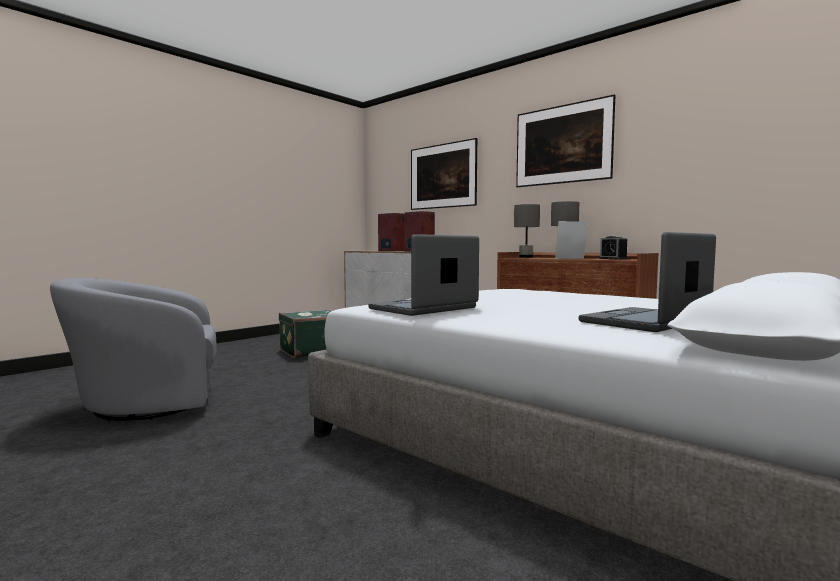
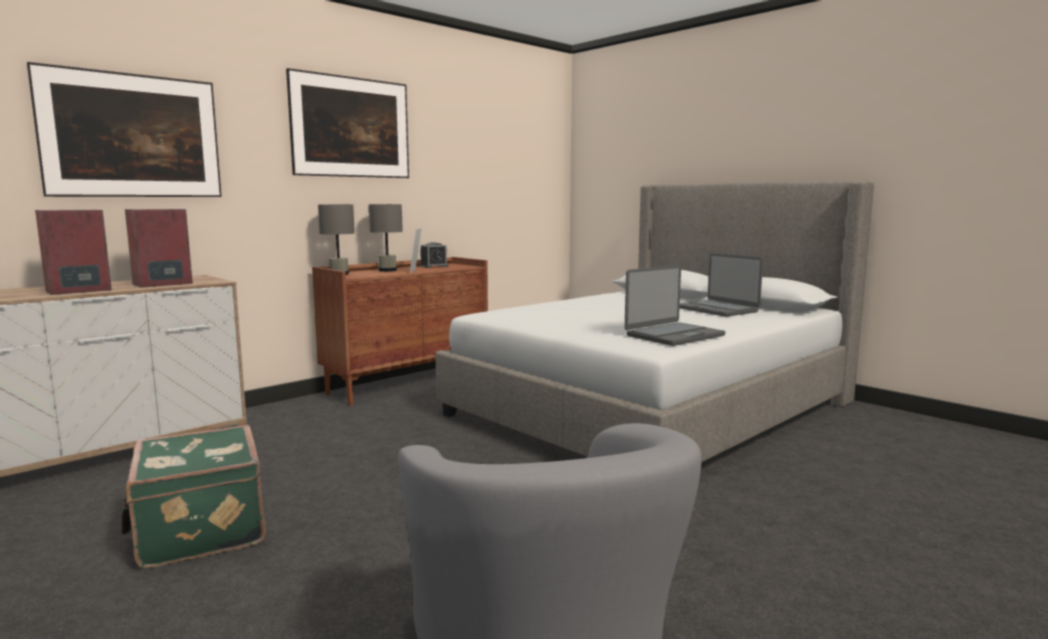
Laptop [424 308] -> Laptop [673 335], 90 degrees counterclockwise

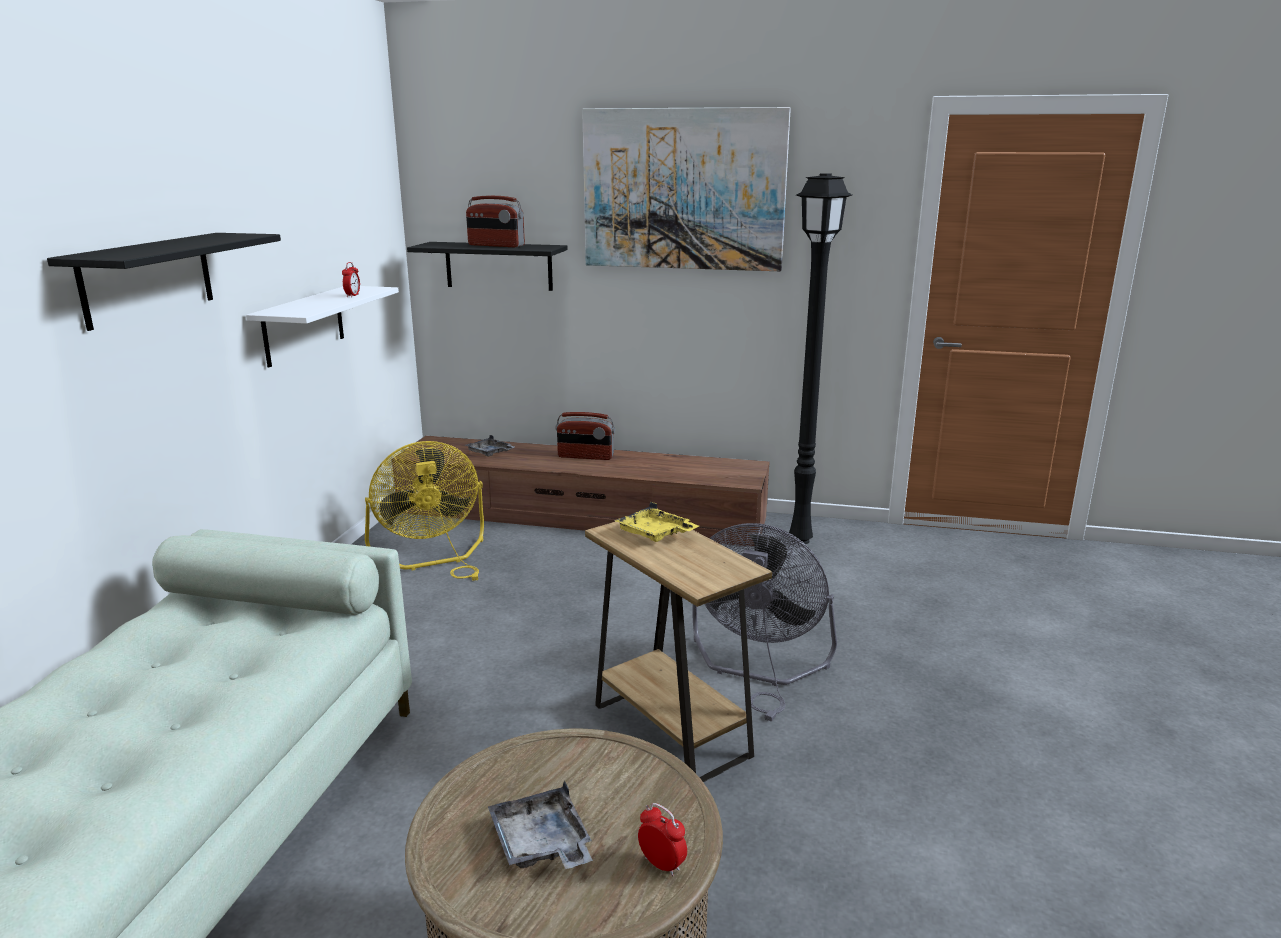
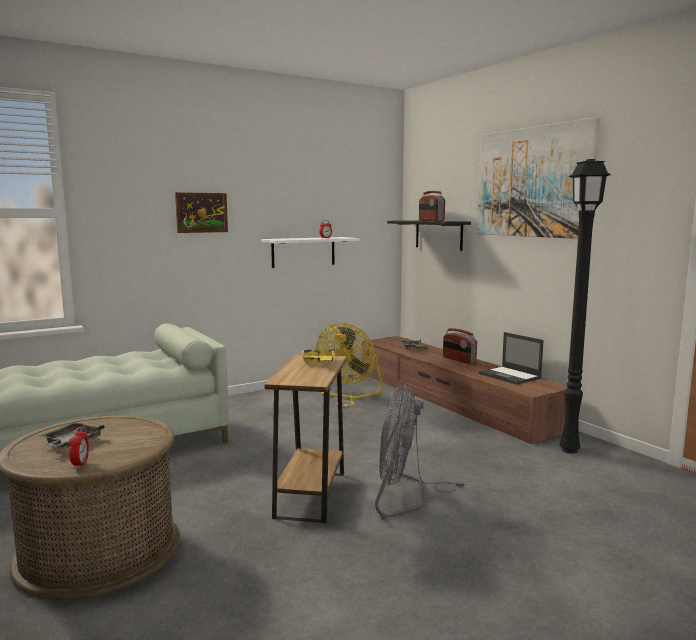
BlackishShelf [148 279] -> Picture [201 212]
GrayFan [757 669] -> GrayFan [406 493], 150 degrees counterclockwise
none -> Laptop [510 376]

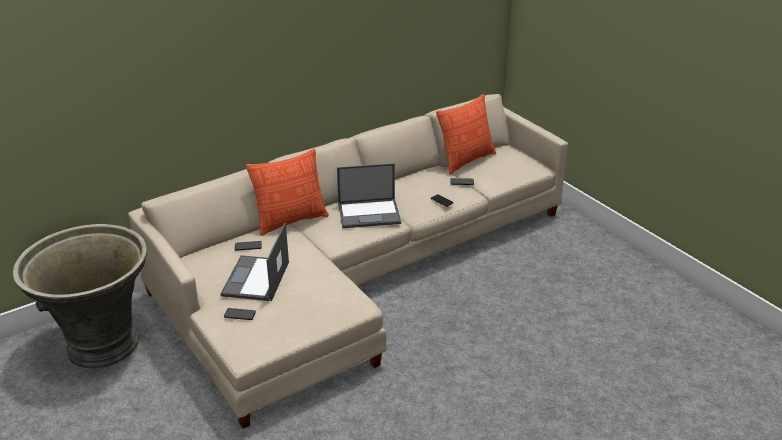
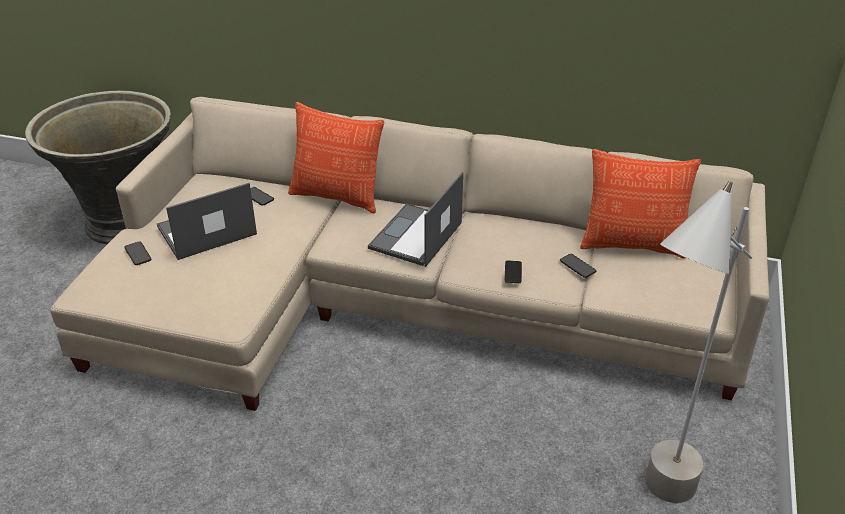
Laptop [370 213] -> Laptop [415 236], 75 degrees clockwise
none -> GrayFloorLamp [650 509]

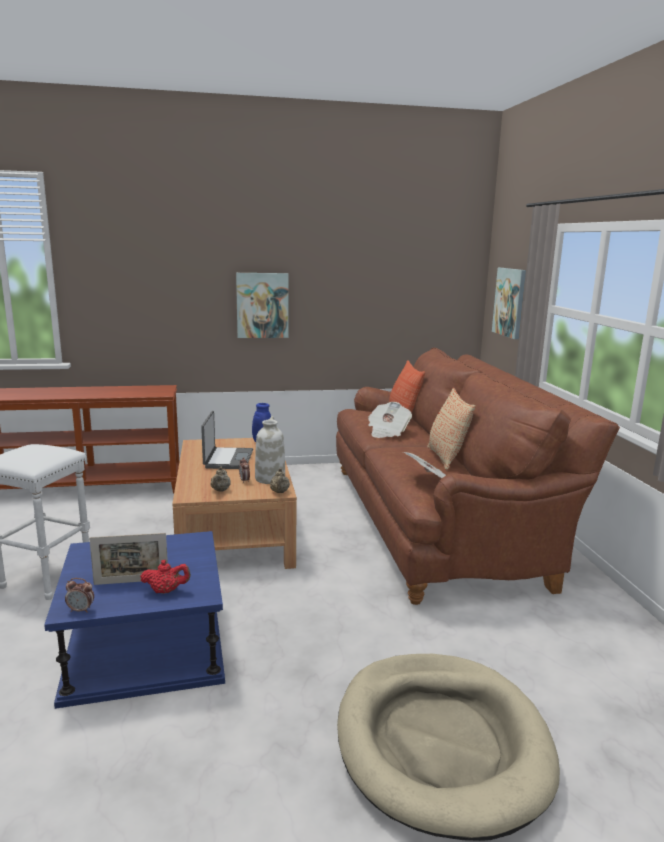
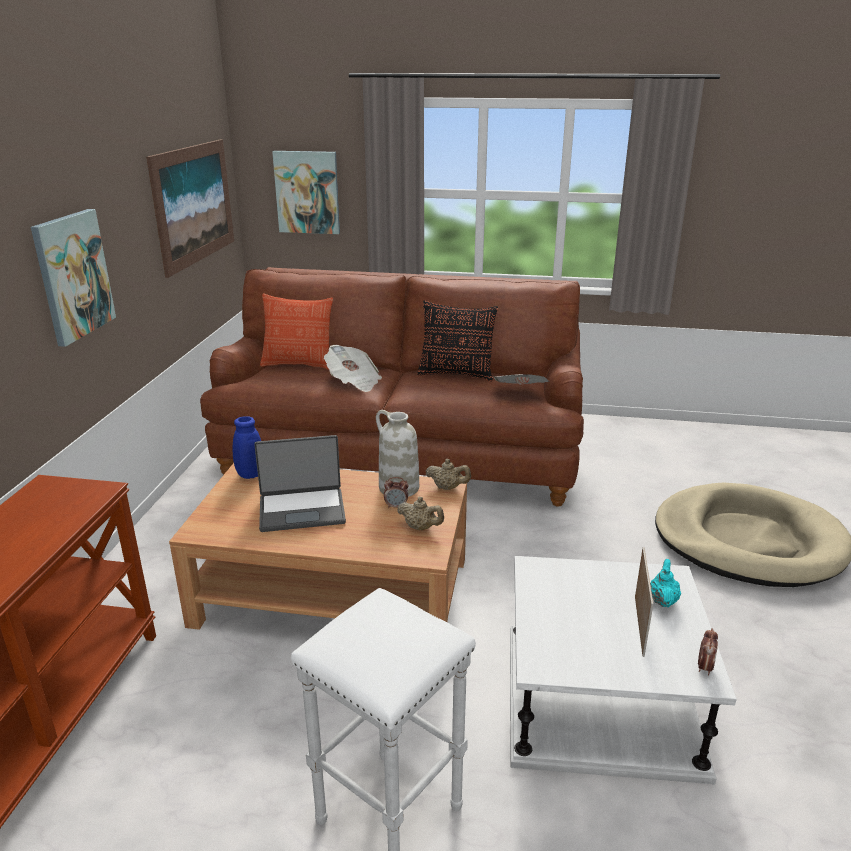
none -> Picture [194 204]
Laptop [227 459] -> Laptop [302 510], 150 degrees clockwise
BeigeColouredCushion [446 458] -> BlackishCushion [456 374]
BlueAccentTable [146 645] -> WhiteAccentTable [599 698]
RedTeaPot [166 591] -> TurquoiseTeaPot [662 600]

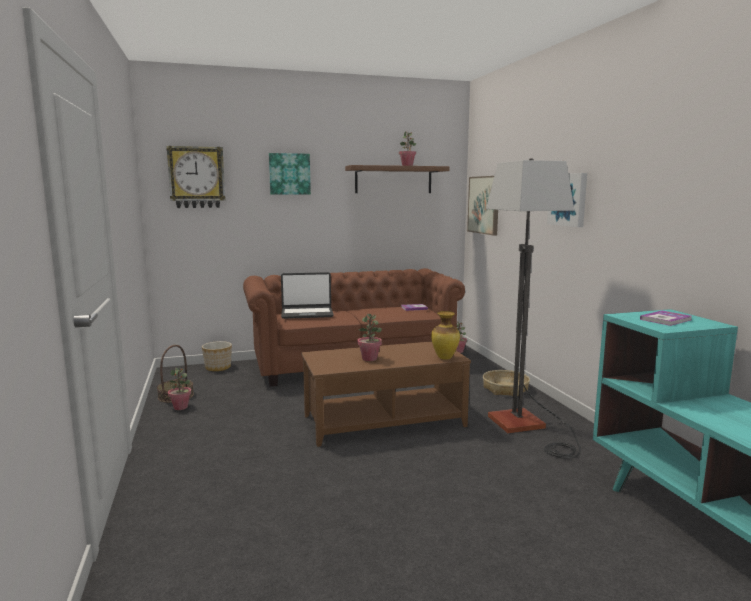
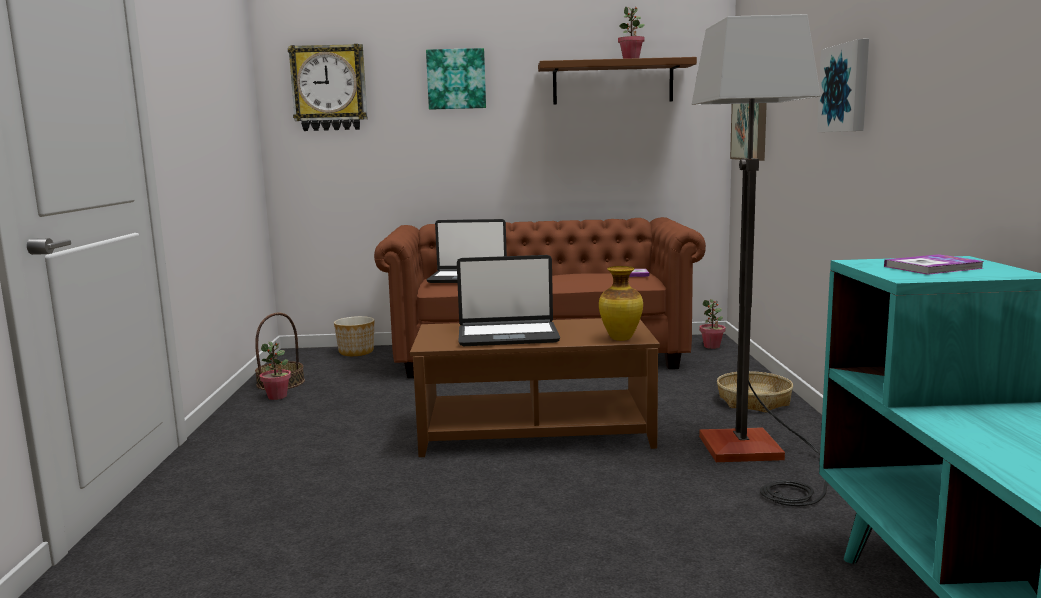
PottedPlant [369 359] -> Laptop [508 335]

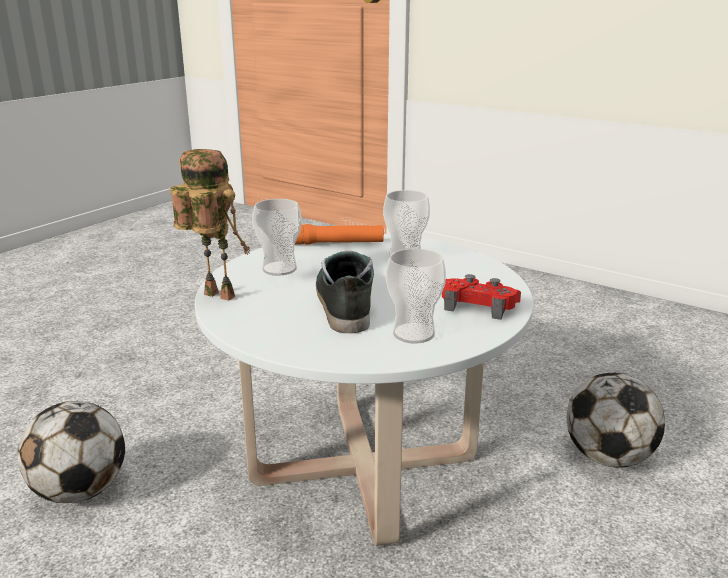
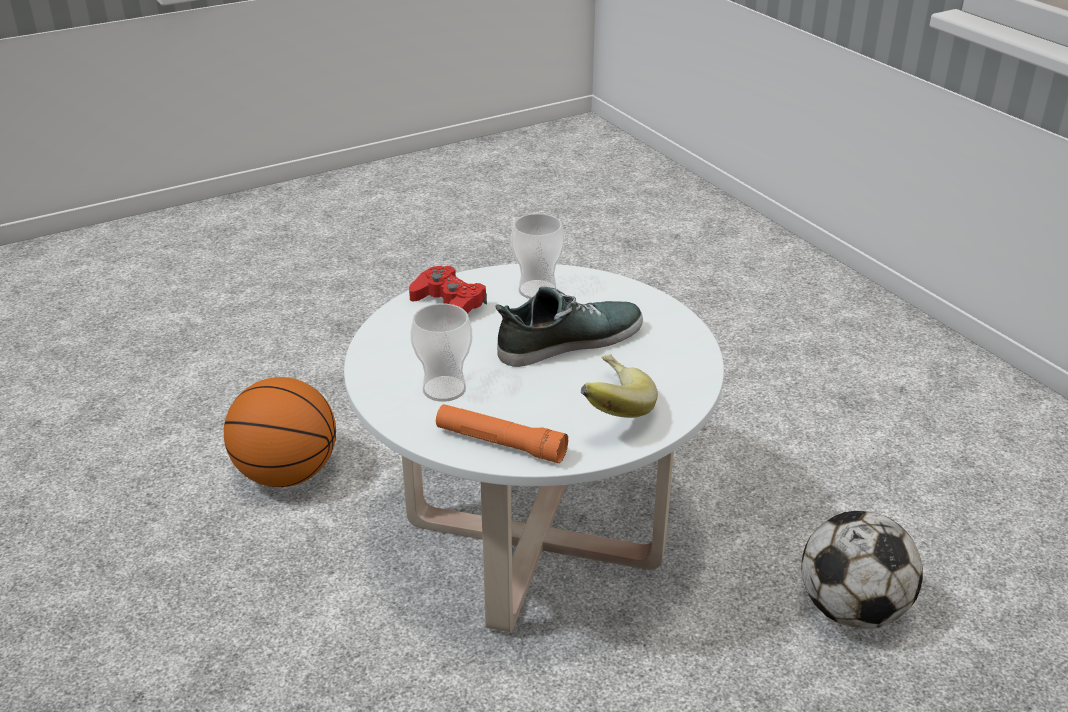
Football [608 457] -> BasketballBall [287 474]
ItemOfFootwear [343 300] -> ItemOfFootwear [568 340], 135 degrees counterclockwise
DrinkingCup [279 269] -> BananaFruit [608 409]
ModelRobot [214 296] -> none

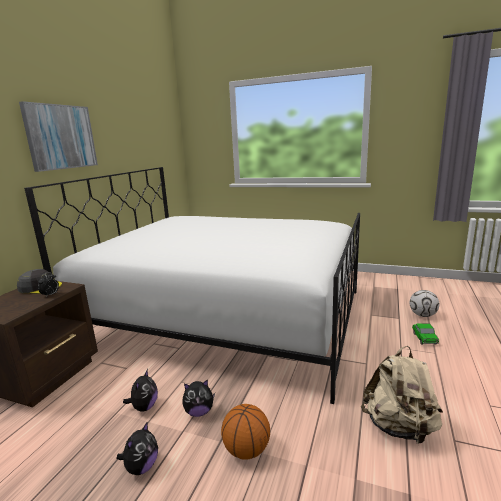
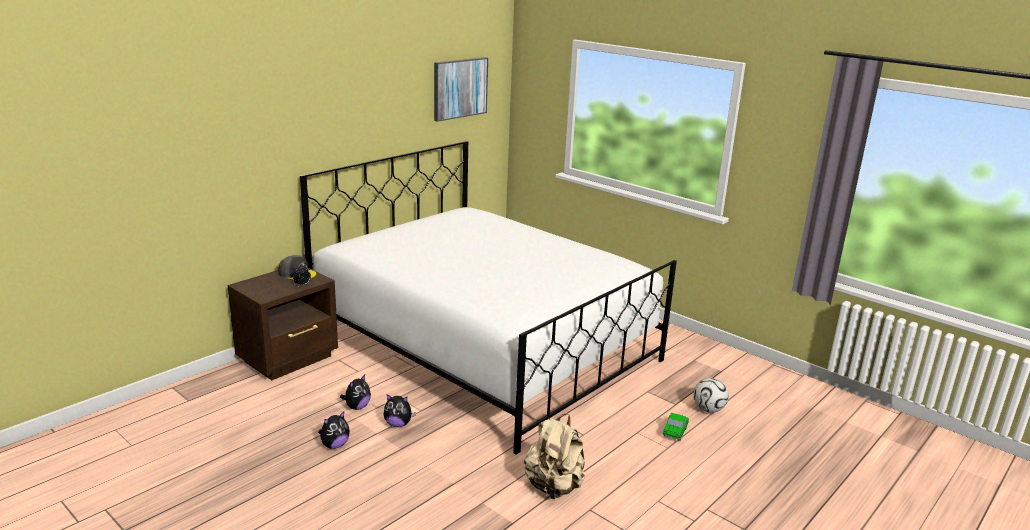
Picture [61 137] -> Picture [460 88], move
BasketballBall [246 450] -> none

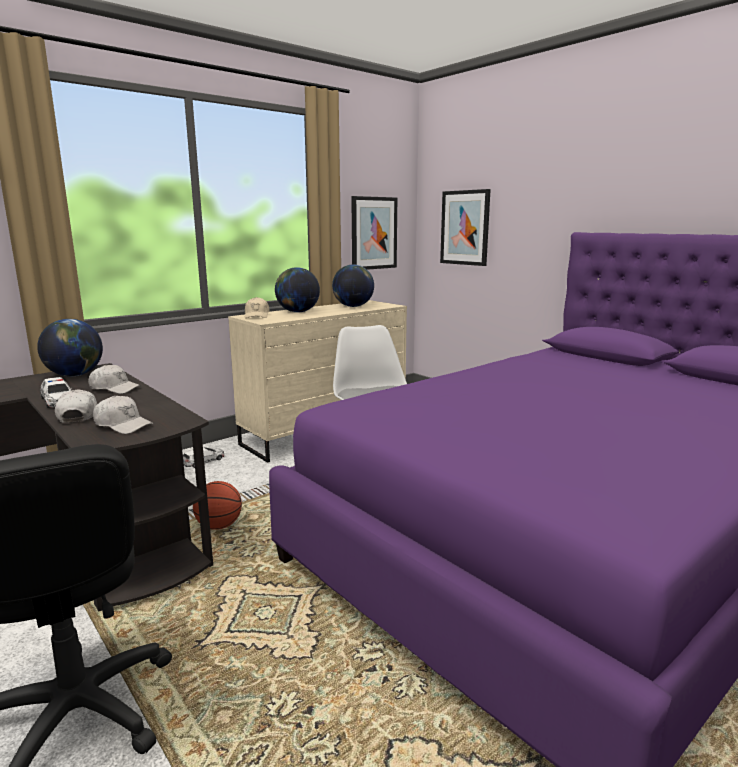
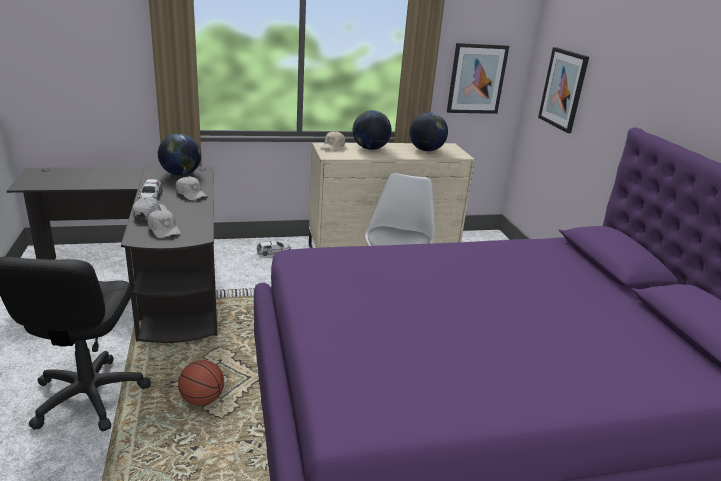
BasketballBall [219 526] -> BasketballBall [202 400], move

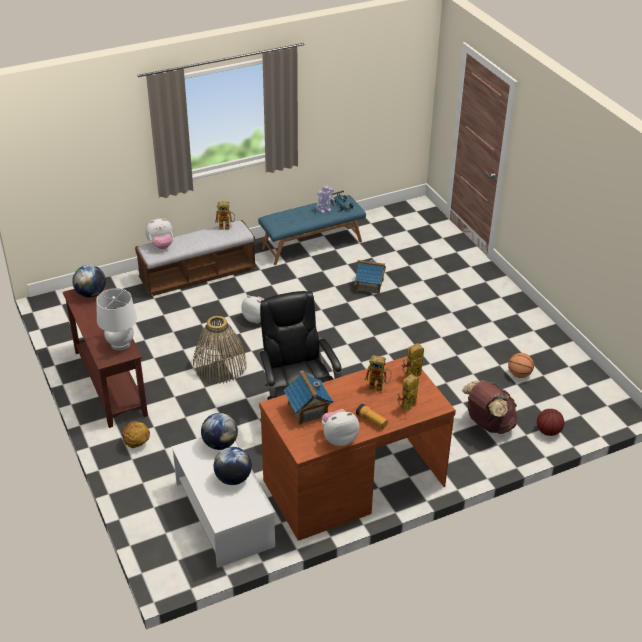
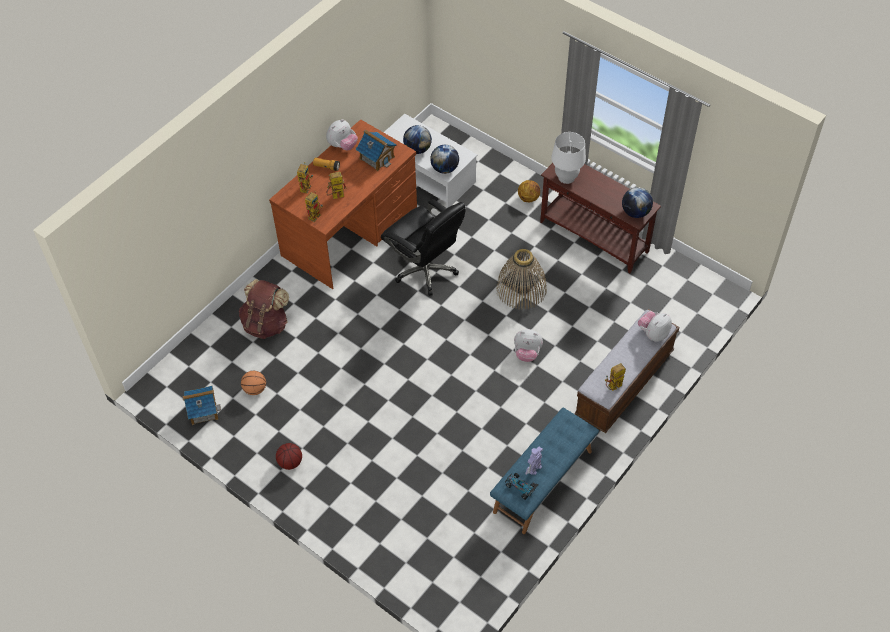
ToyHouse [370 285] -> ToyHouse [203 411], move
BasketballBall [548 431] -> BasketballBall [290 462], move

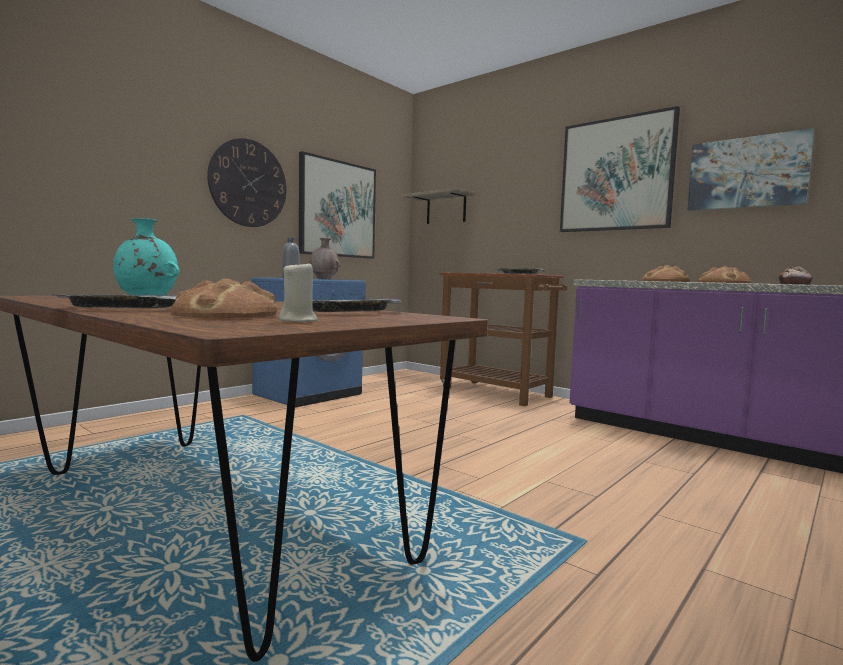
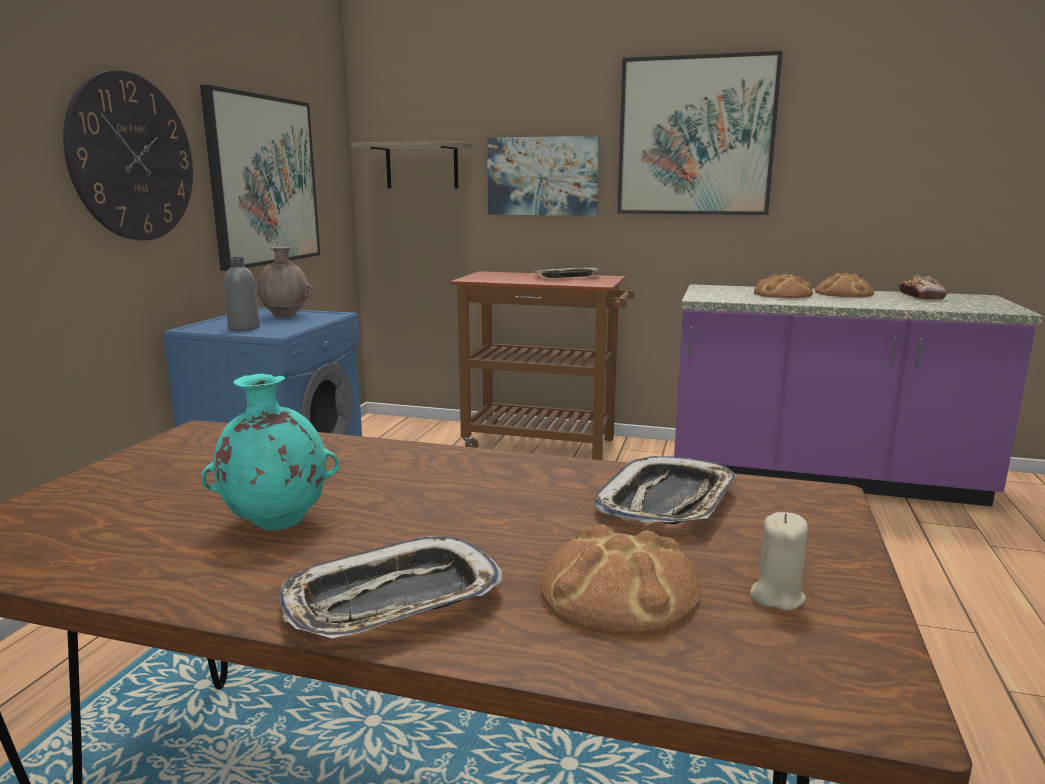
Picture [747 173] -> Picture [542 176], move

